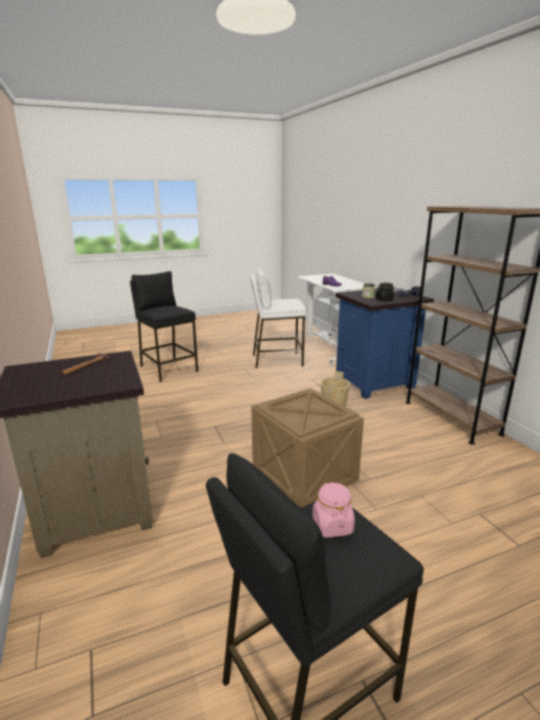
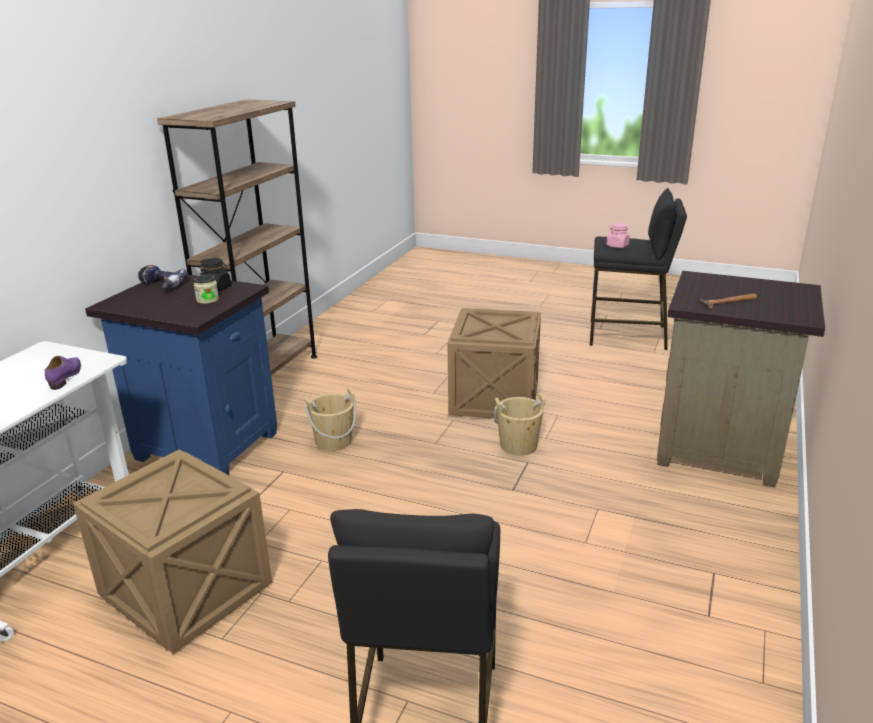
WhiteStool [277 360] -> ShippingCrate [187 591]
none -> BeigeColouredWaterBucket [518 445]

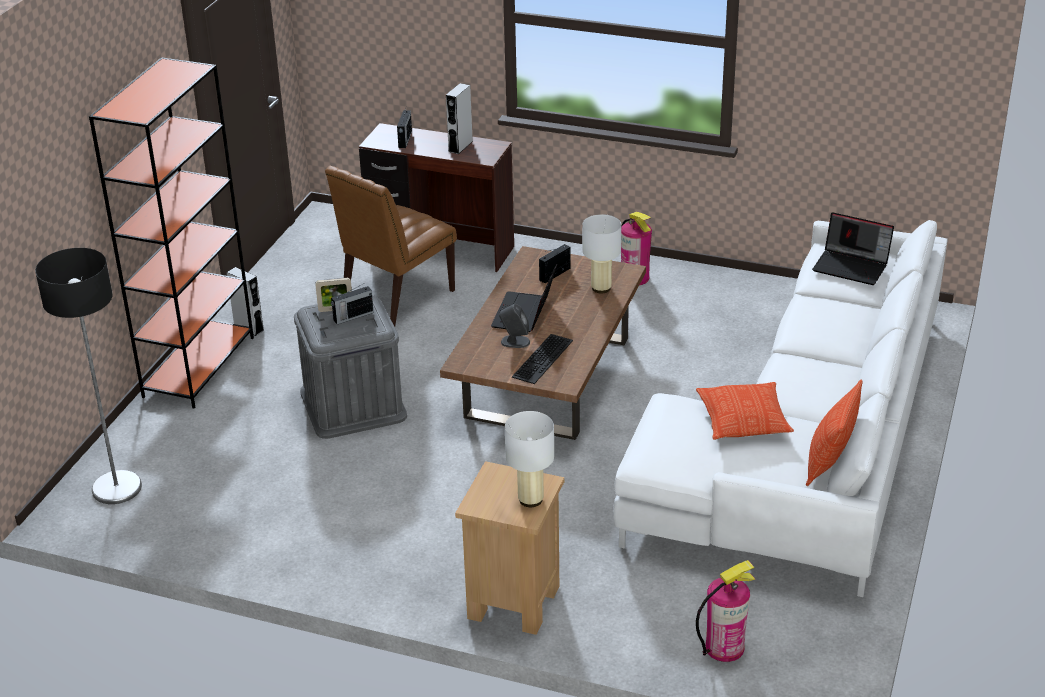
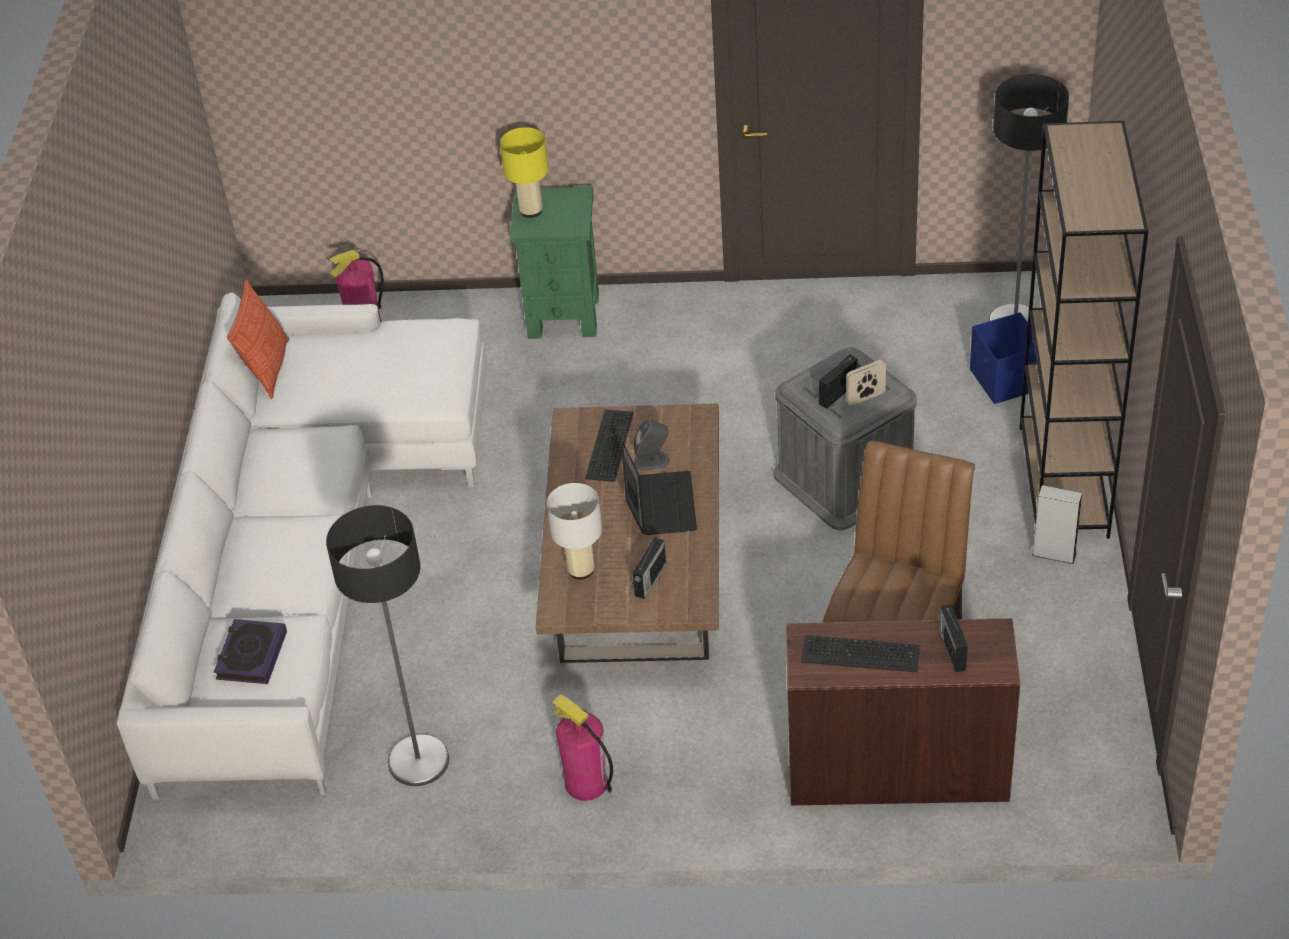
Laptop [852 266] -> BoundBook [251 656]
none -> FloorLamp [419 761]
WhiteTableLamp [531 499] -> YellowTableLamp [531 211]
BeigeColouredBedsideTable [513 601] -> GreenColouredBedsideTable [564 316]
GrayAudioSpeaker [460 146] -> ComputerKeyboard [859 655]
none -> BlueStorageContainer [1005 381]
OrangeBookcase [199 366] -> BeigeColouredBookcase [1064 482]
OrangeCushion [743 422] -> none

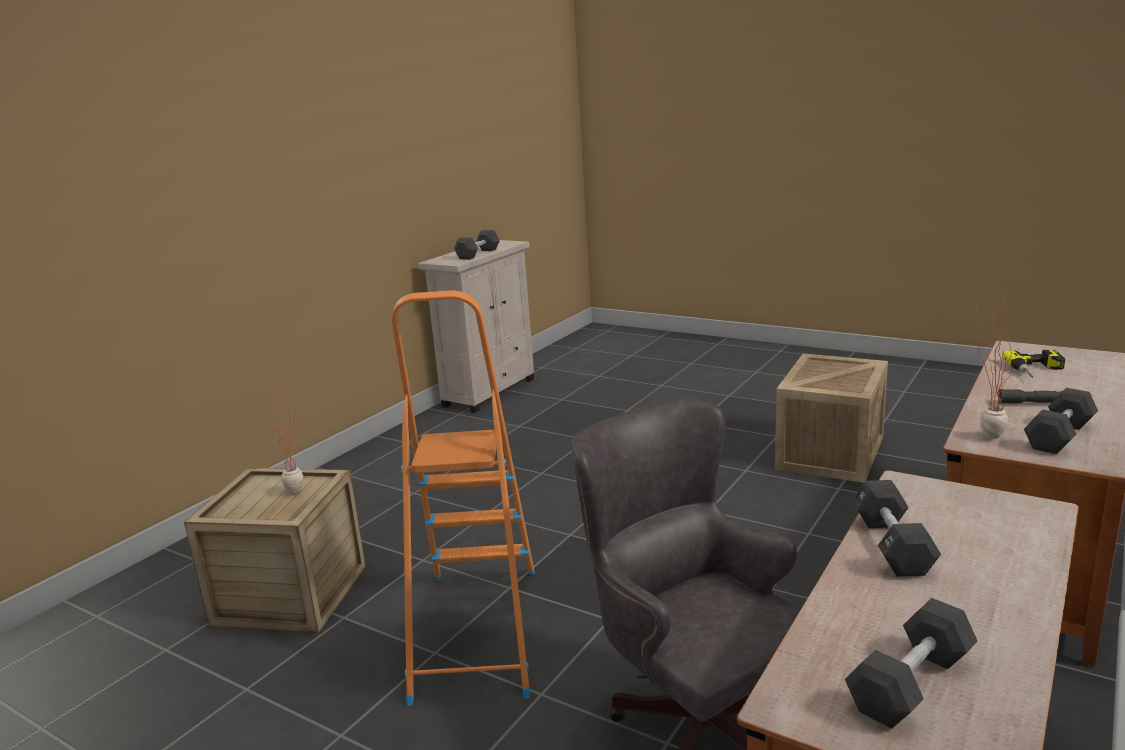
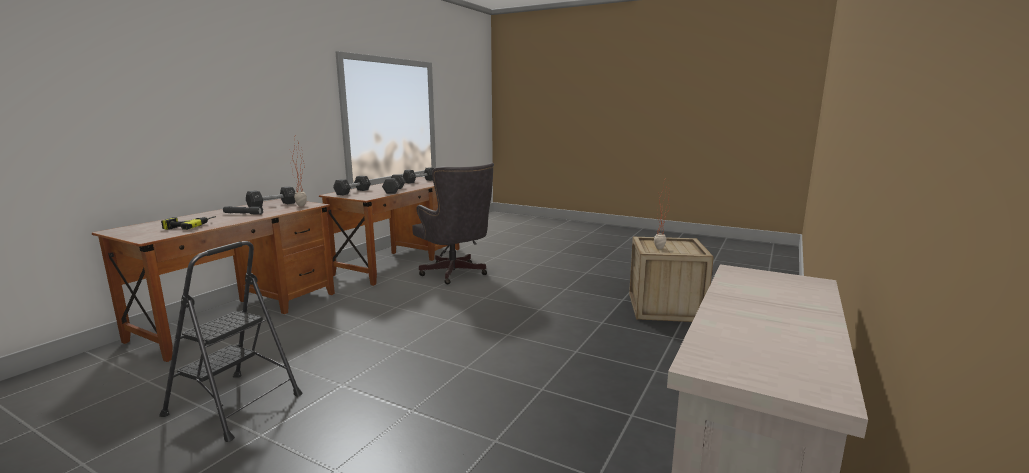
ShippingCrate [829 452] -> BlackishStepLadder [235 405]
BlackishDumbbell [478 254] -> BlackishDumbbell [353 192], move
OrangeStepLadder [477 629] -> none

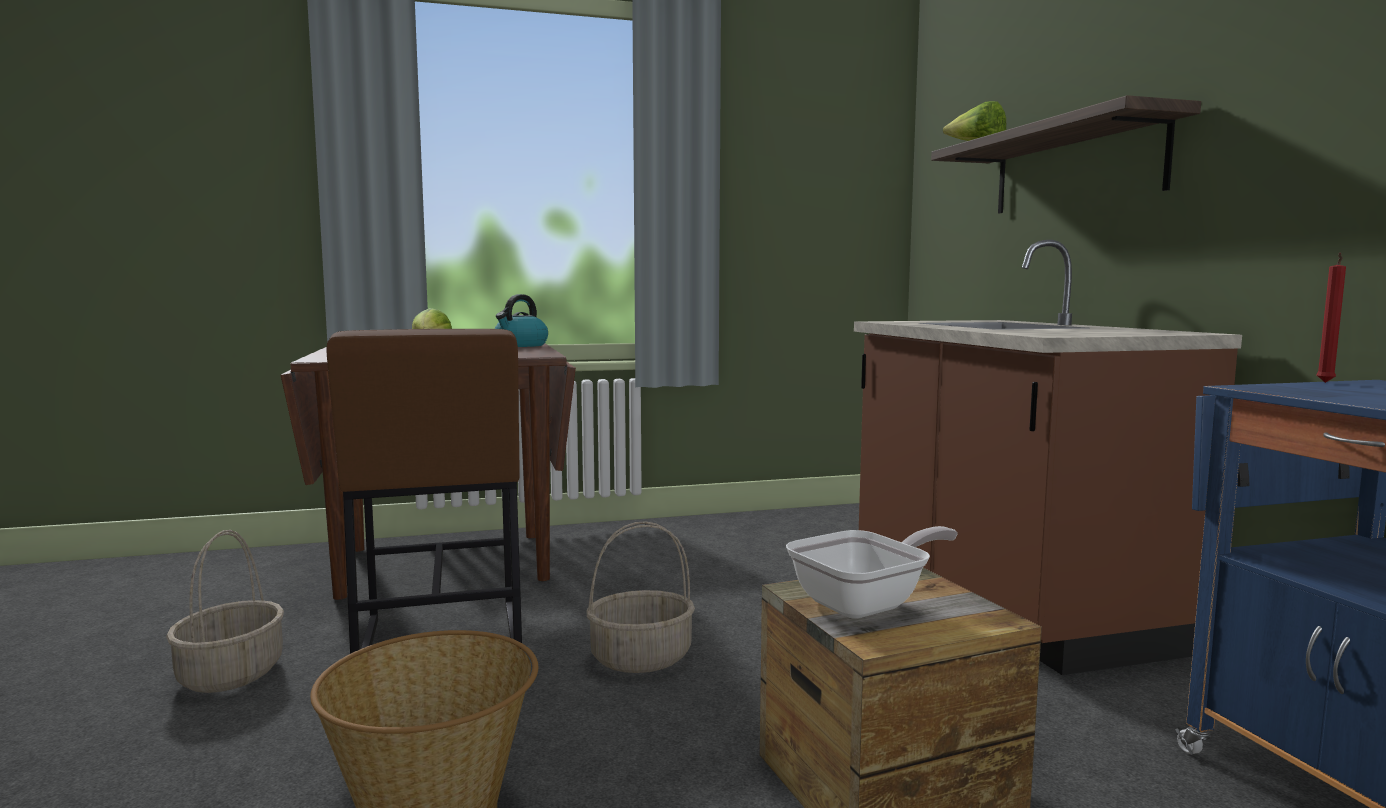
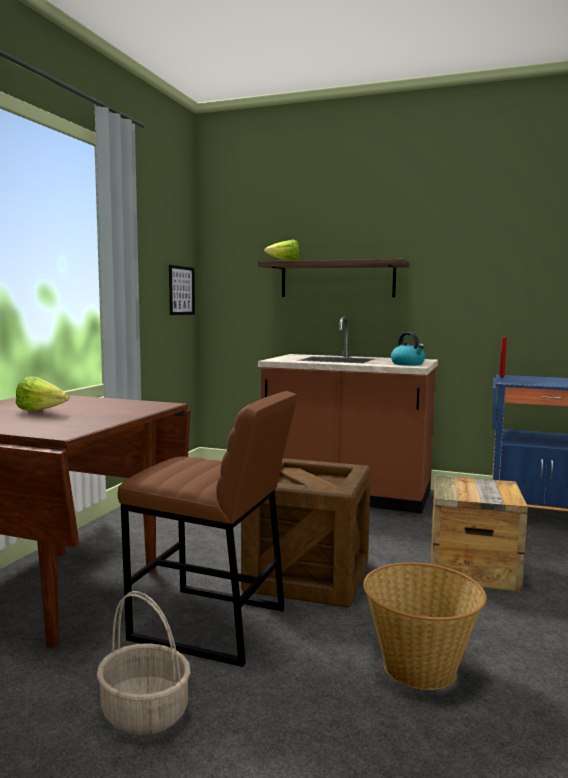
none -> Picture [181 290]
Basket [642 657] -> ShippingCrate [307 576]
TeaKettle [521 345] -> TeaKettle [408 364], move
Skillet [867 603] -> none

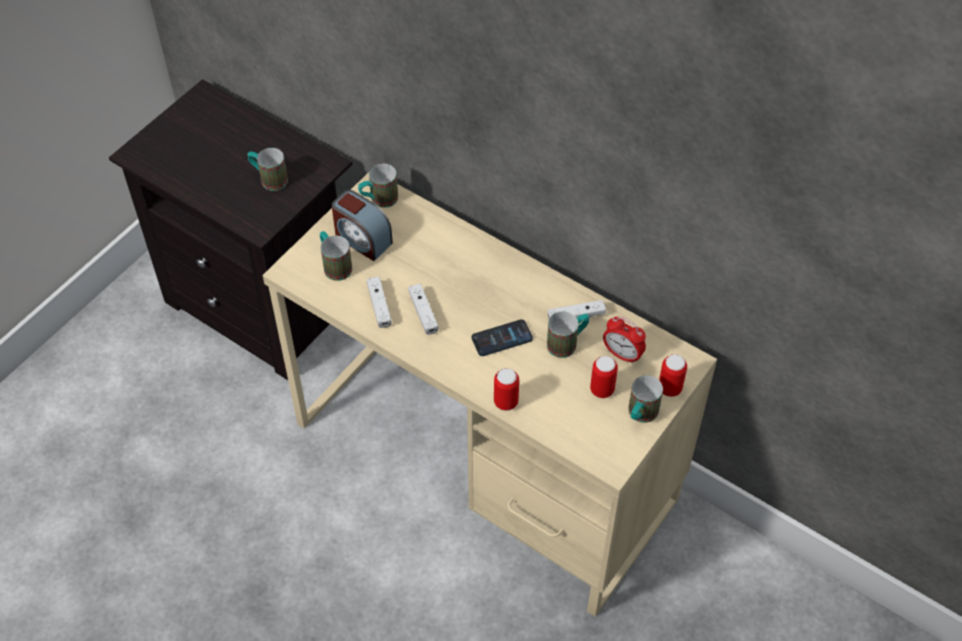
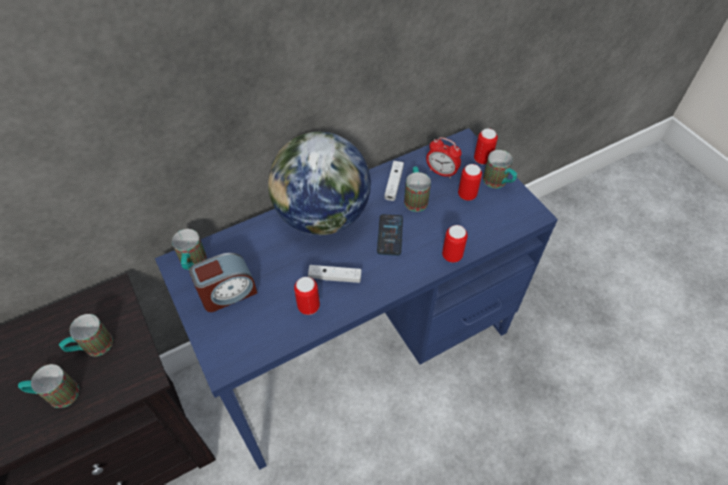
CoffeeMug [334 265] -> CoffeeMug [56 394], move
BeigeColouredDeskTable [484 461] -> BlueDeskTable [363 348]
none -> DeskGlobe [322 216]
WhiteGamepad [379 306] -> Can [308 306]
BedsideClock [622 354] -> BedsideClock [441 172], 60 degrees clockwise

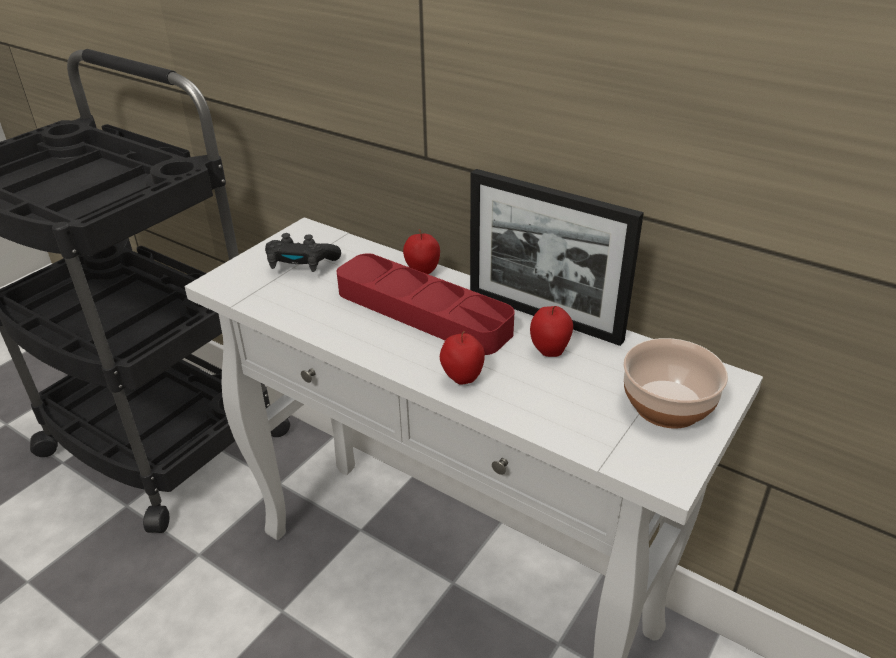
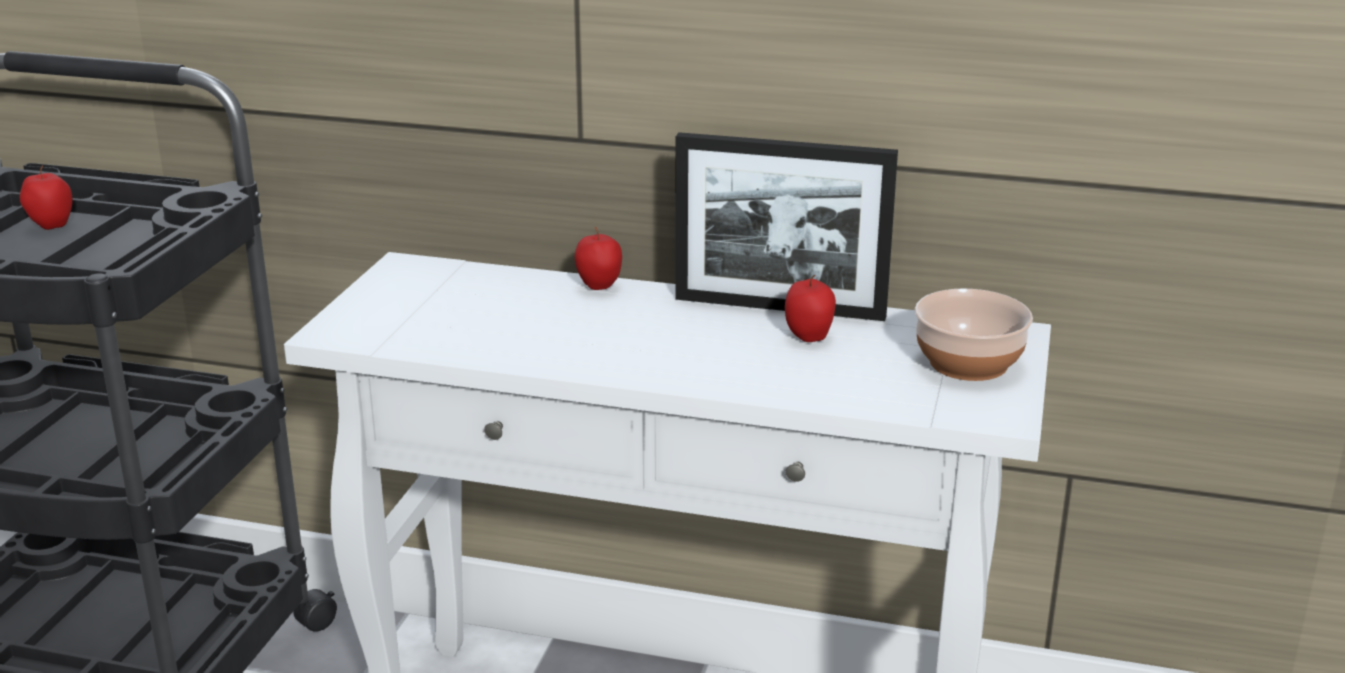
Apple [462 379] -> Apple [51 226], move
BlackishGamepad [301 265] -> none
RedServingTray [422 311] -> none

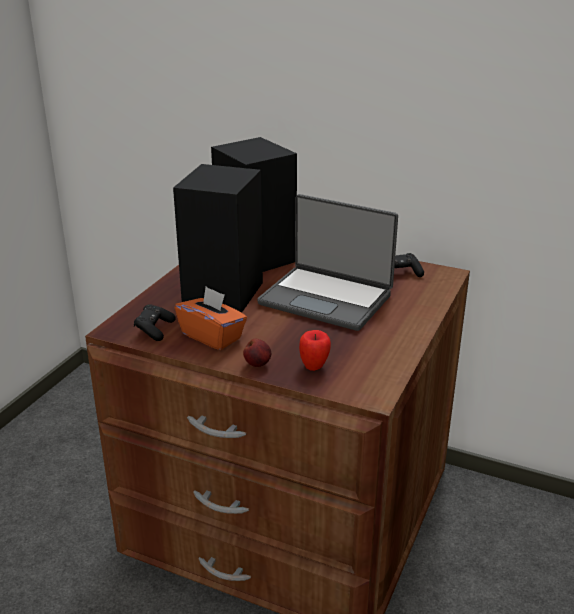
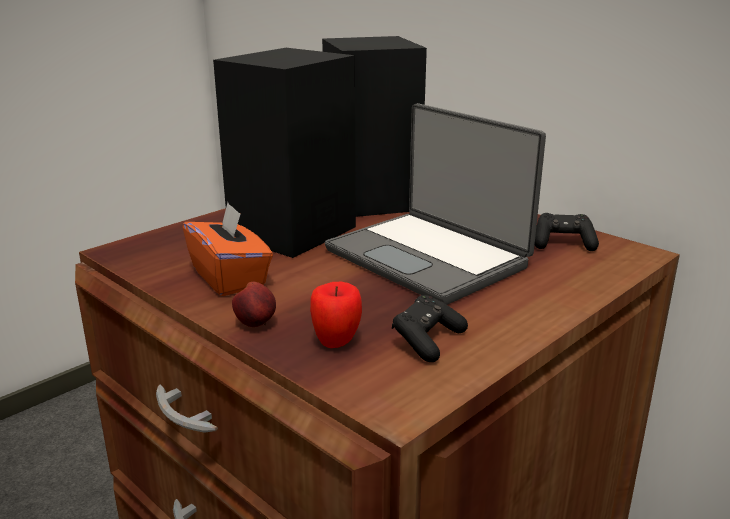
BlackishGamepad [154 330] -> BlackishGamepad [427 341], move

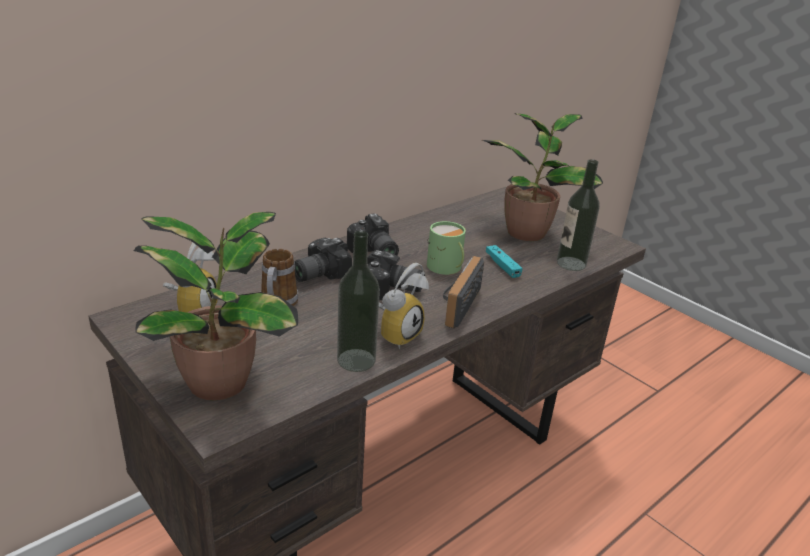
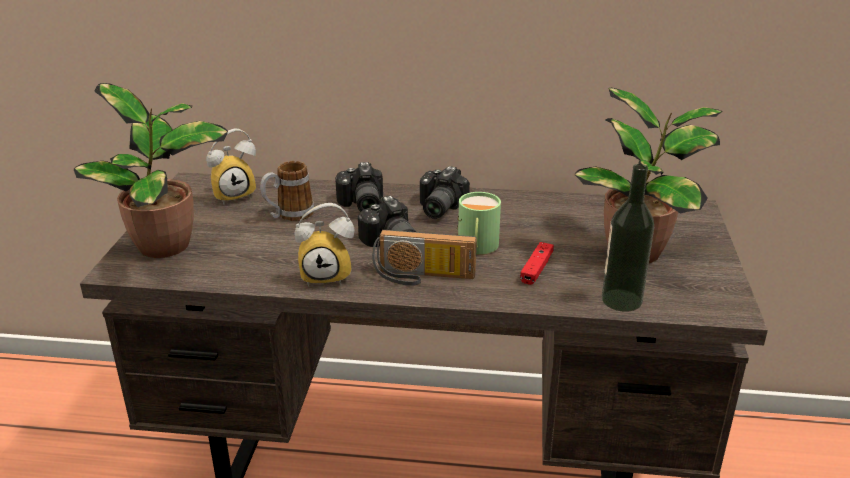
StillCamera [317 273] -> StillCamera [360 205], 105 degrees counterclockwise
RadioSet [455 303] -> RadioSet [422 277], 150 degrees counterclockwise
TurquoiseGamepad [502 266] -> RedGamepad [536 269]
DrinkBottle [356 360] -> none

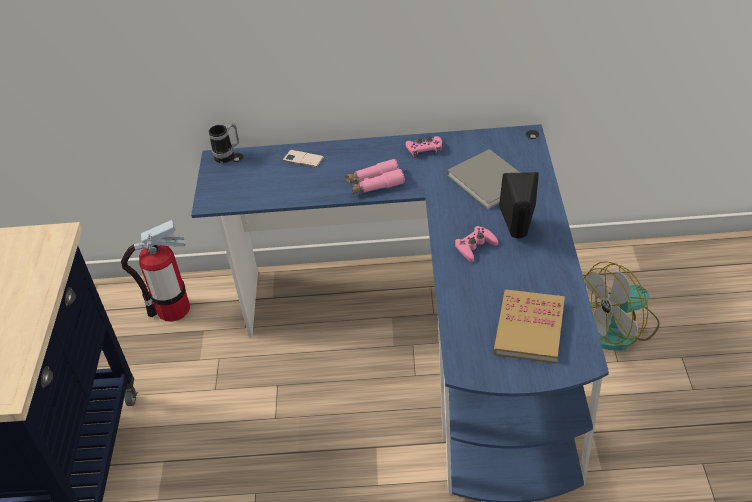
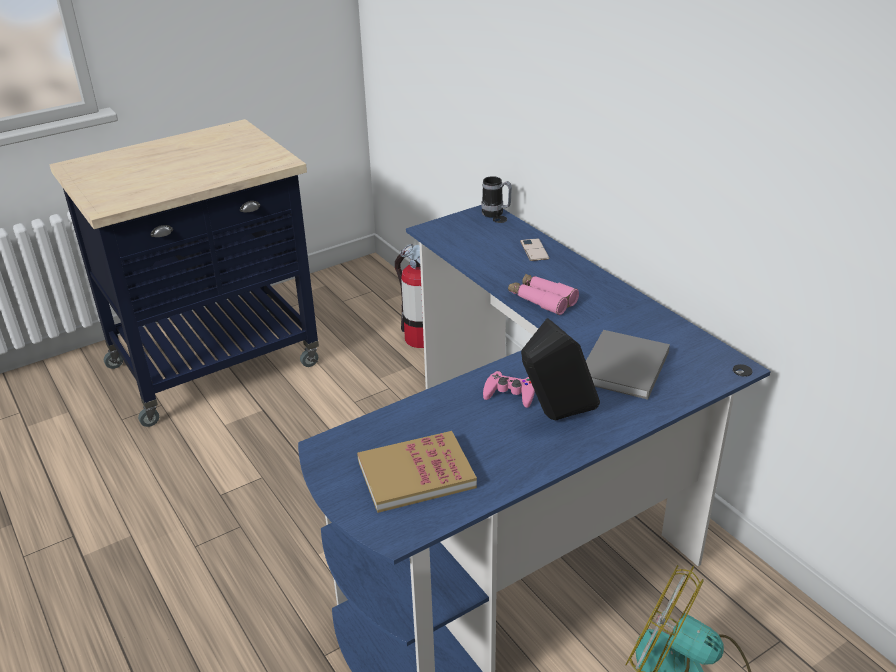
PinkishGamepad [424 149] -> none

